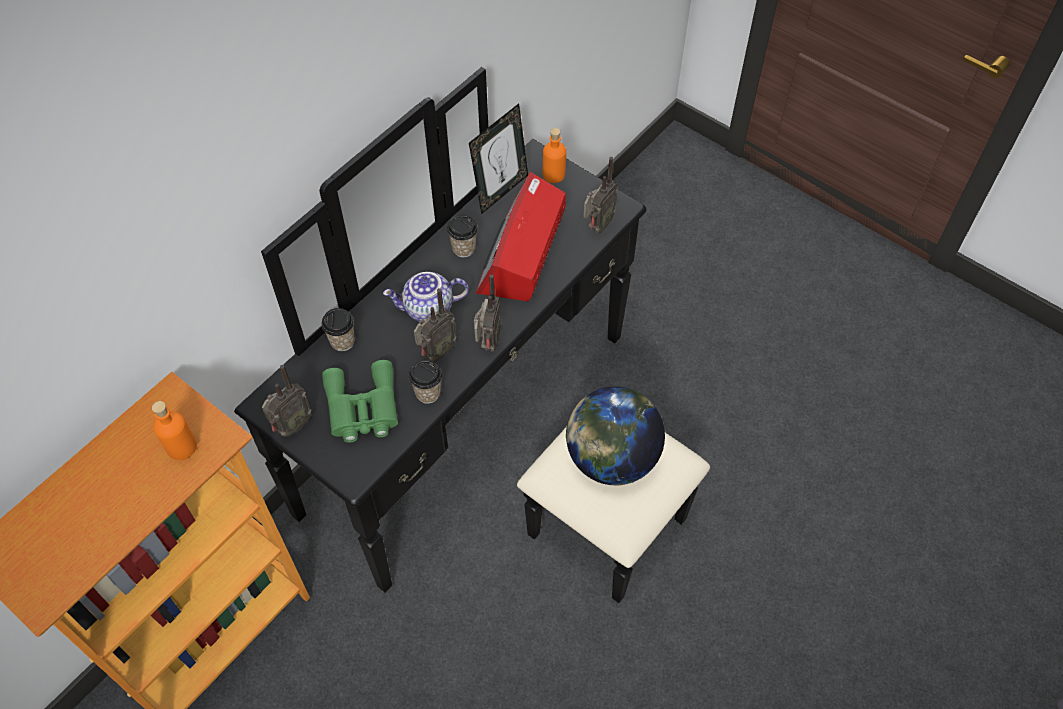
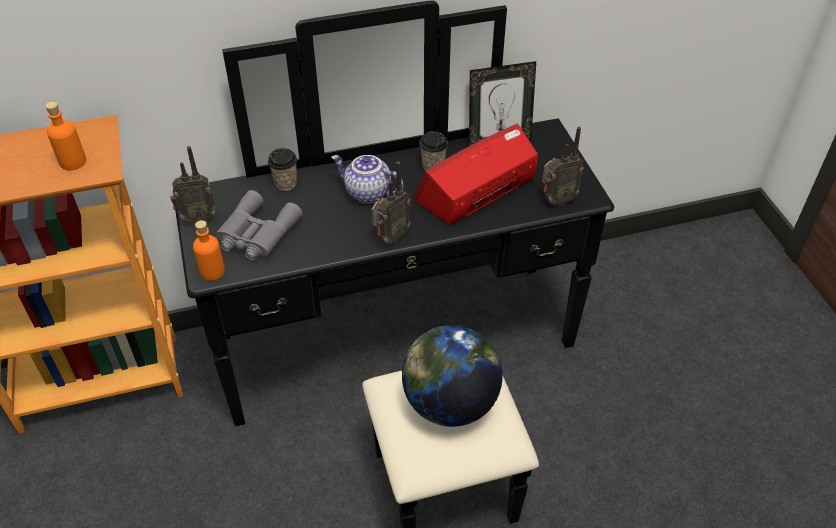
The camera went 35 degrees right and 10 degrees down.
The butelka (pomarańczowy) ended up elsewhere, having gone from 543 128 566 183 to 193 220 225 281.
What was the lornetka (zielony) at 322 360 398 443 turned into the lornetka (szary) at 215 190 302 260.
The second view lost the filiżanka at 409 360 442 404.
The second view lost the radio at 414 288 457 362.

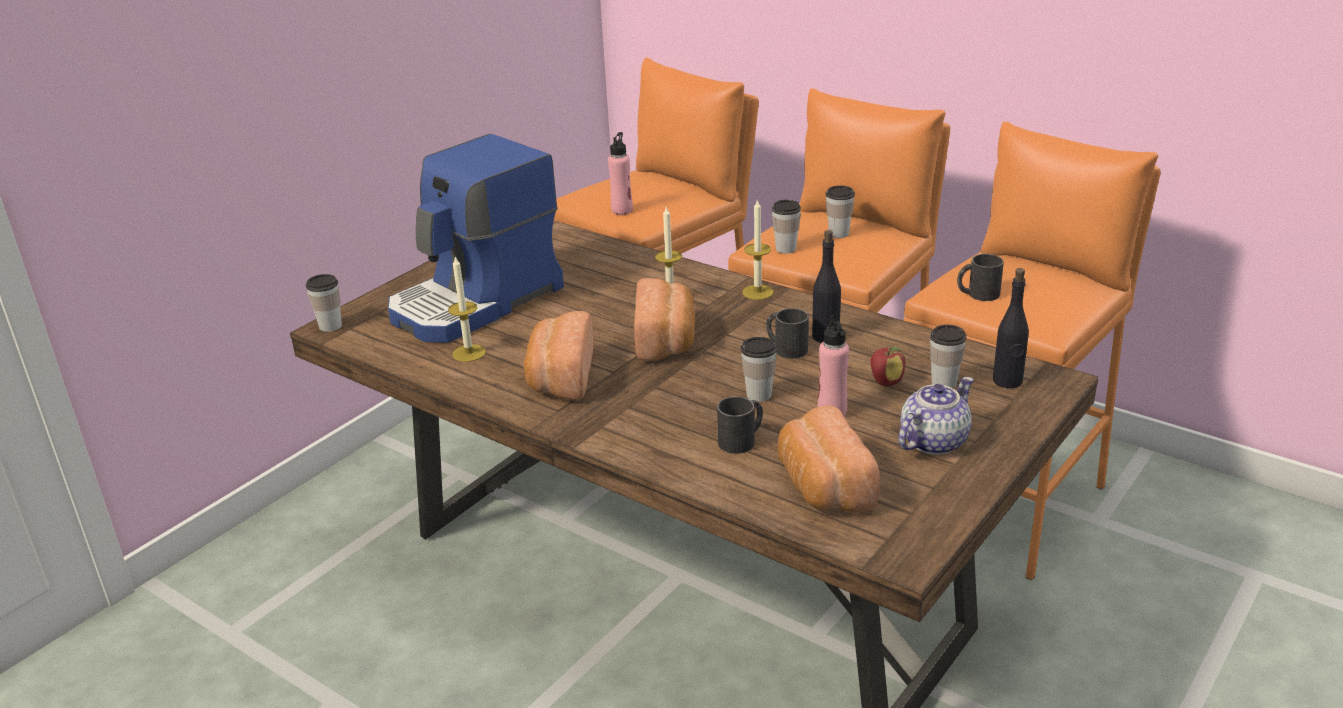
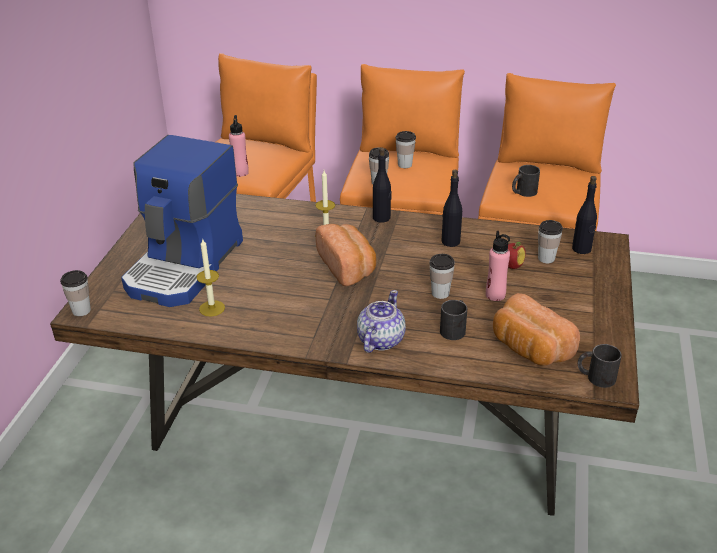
The camera went 25 degrees left and 5 degrees up.
The imbryk ended up elsewhere, having gone from 898 377 974 455 to 357 290 406 353.
Where the świeca stood at 742 199 773 300, the butelka (czarny) came to stand at 373 148 392 223.
The kubek (czarny) ended up elsewhere, having gone from 766 308 809 359 to 578 344 622 388.
The second view lost the chleb at 523 311 594 400.

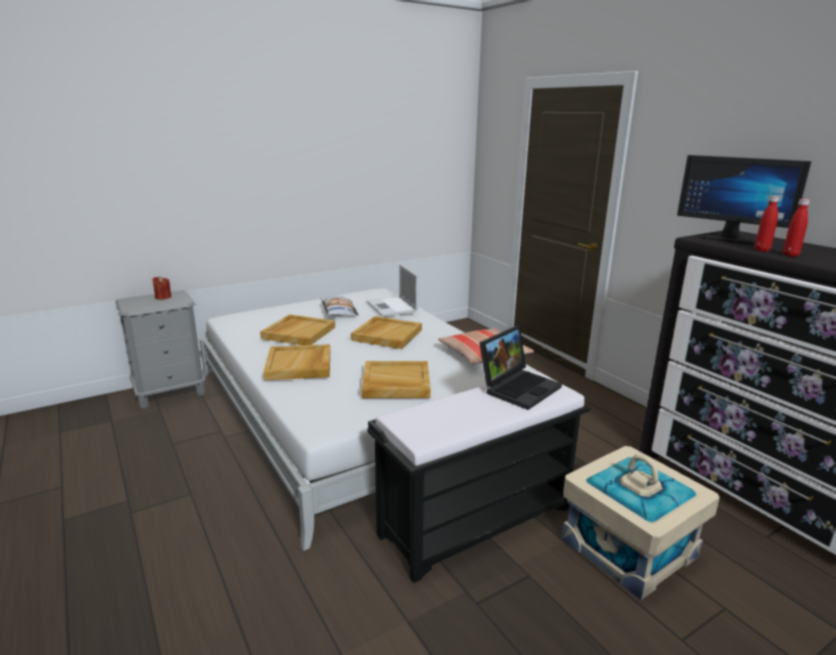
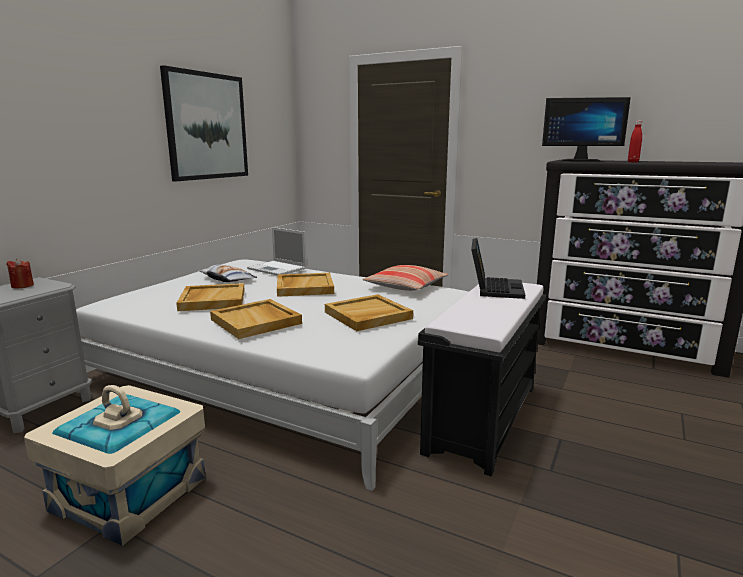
The camera went 30 degrees left and 5 degrees down.
The pojemnik do przechowywania (beżowy) ended up elsewhere, having gone from 562 446 720 600 to 24 385 206 546.
The second view gained the obraz at 160 65 248 181.
The second view lost the butelka (czerwony) at 755 196 780 252.

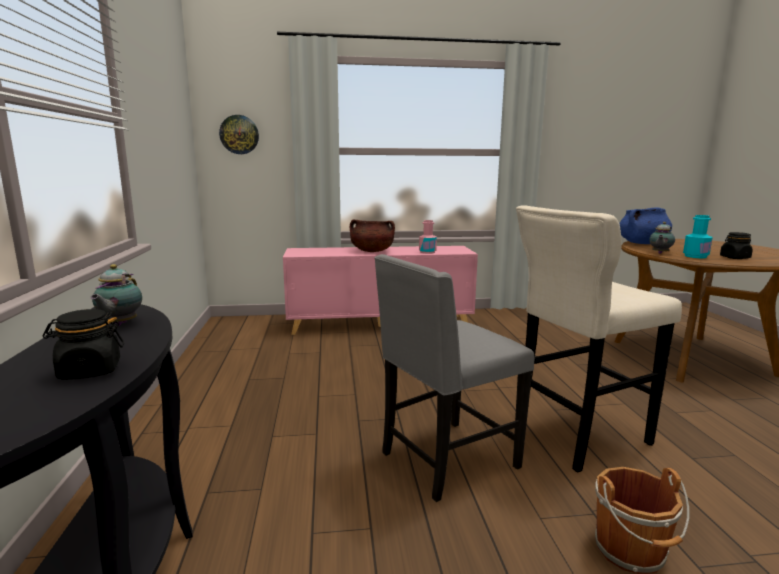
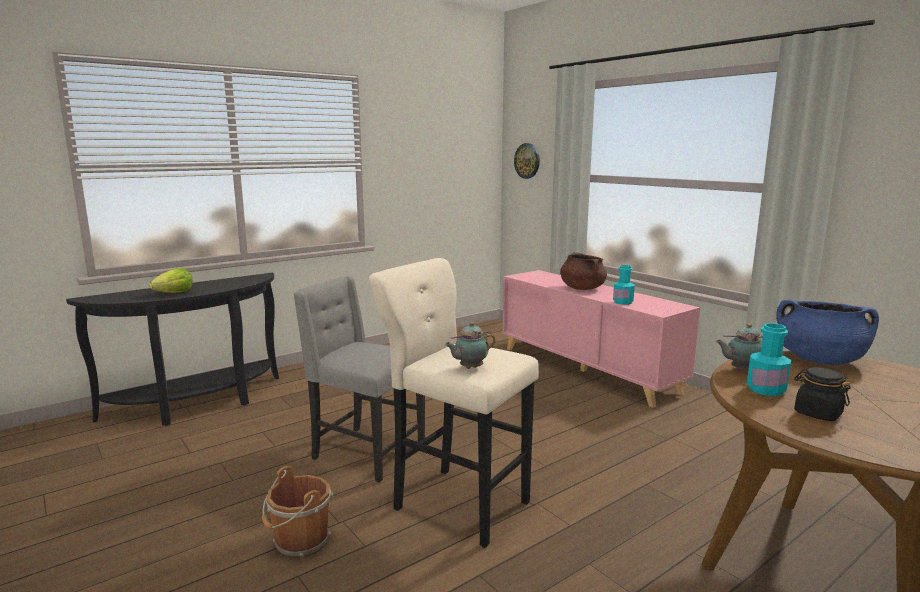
The camera went 60 degrees right and 0 degrees up.
Where the słoik (czarny) stood at 43 309 124 380, the sałata came to stand at 149 268 193 293.
The imbryk ended up elsewhere, having gone from 90 264 142 326 to 445 322 496 369.
What was the butelka (różowy) at 419 220 437 254 turned into the butelka (turkusowy) at 613 265 635 305.

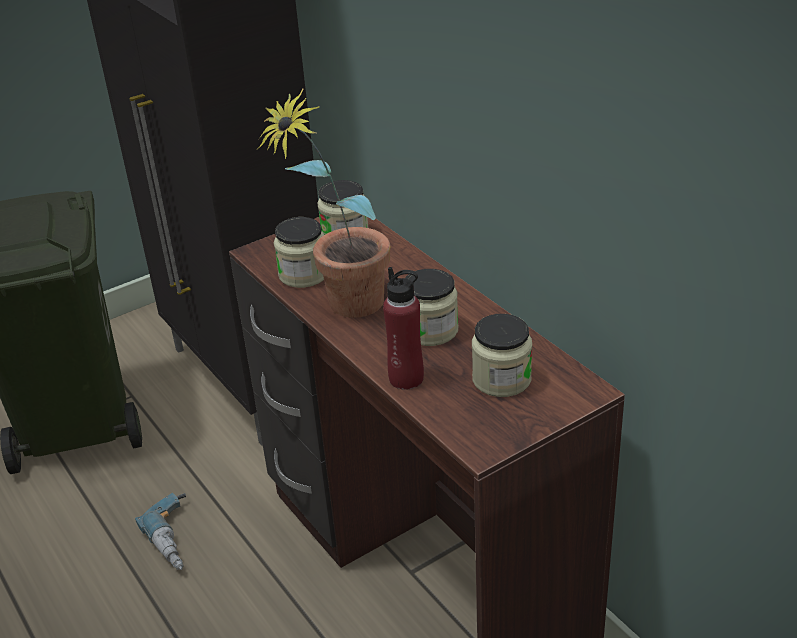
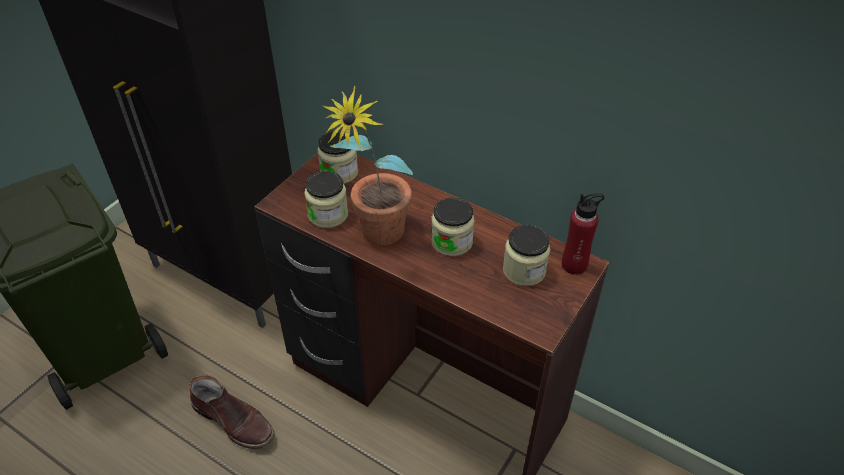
The camera went 25 degrees left and 10 degrees up.
Where the wiertarka stood at 135 493 186 570, the but z cholewką (brązowy) came to stand at 190 375 275 449.
The butelka (czerwony) ended up elsewhere, having gone from 383 267 424 389 to 562 193 604 275.

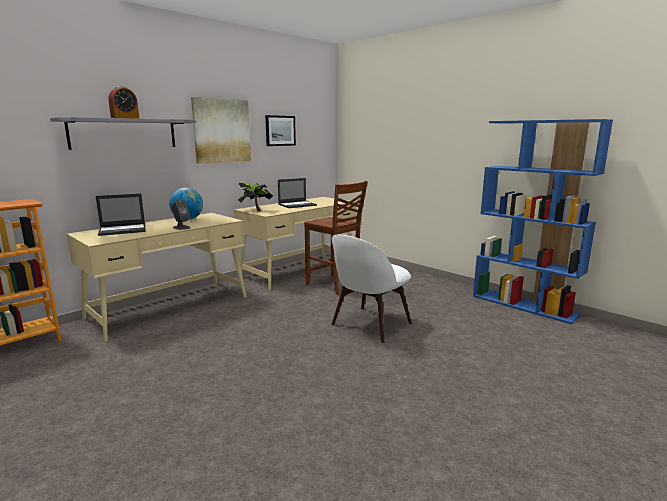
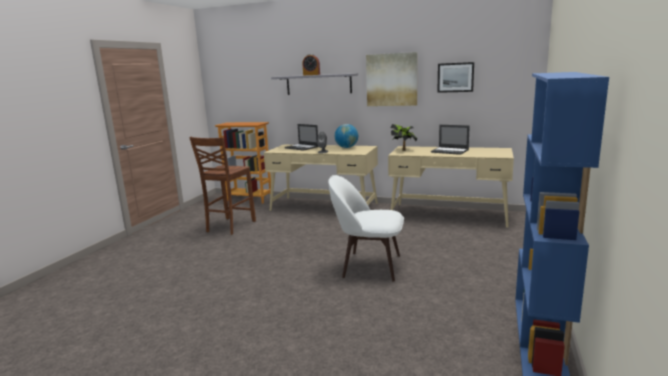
The camera went 65 degrees right and 0 degrees up.
The krzesło (brązowy) ended up elsewhere, having gone from 304 181 368 295 to 189 137 256 235.

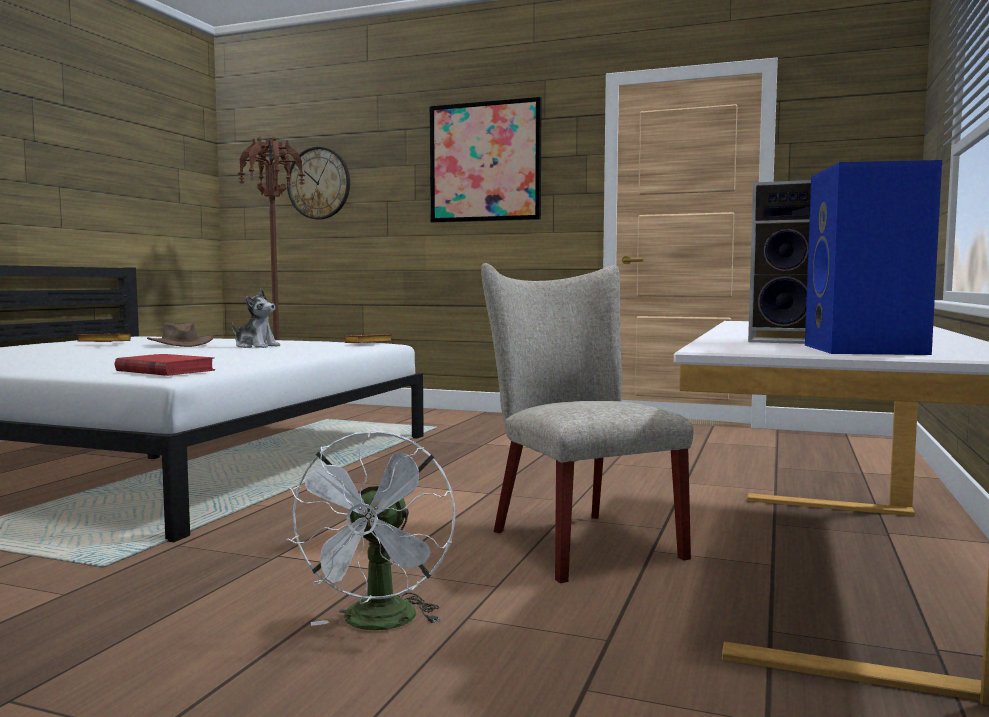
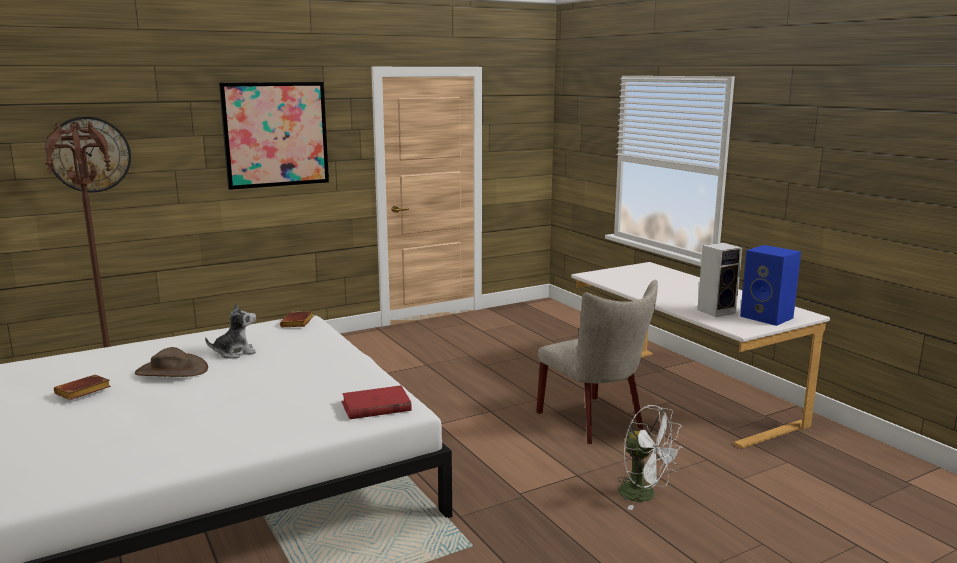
The camera went 50 degrees left and 10 degrees up.
The krzesło (beżowy) at 481 263 694 583 ended up facing another way, 135 degrees counterclockwise from before.

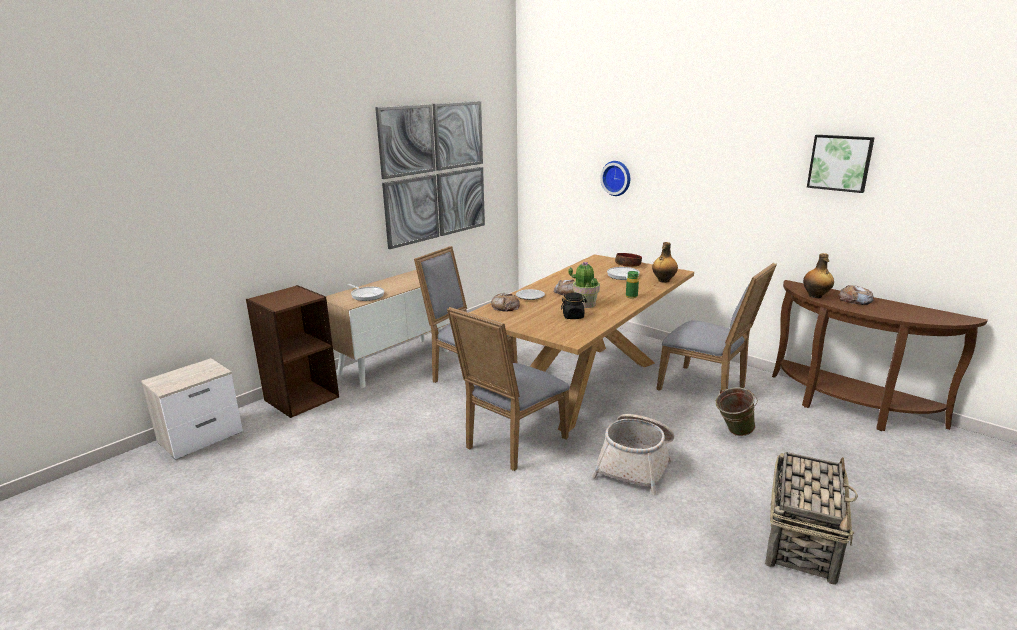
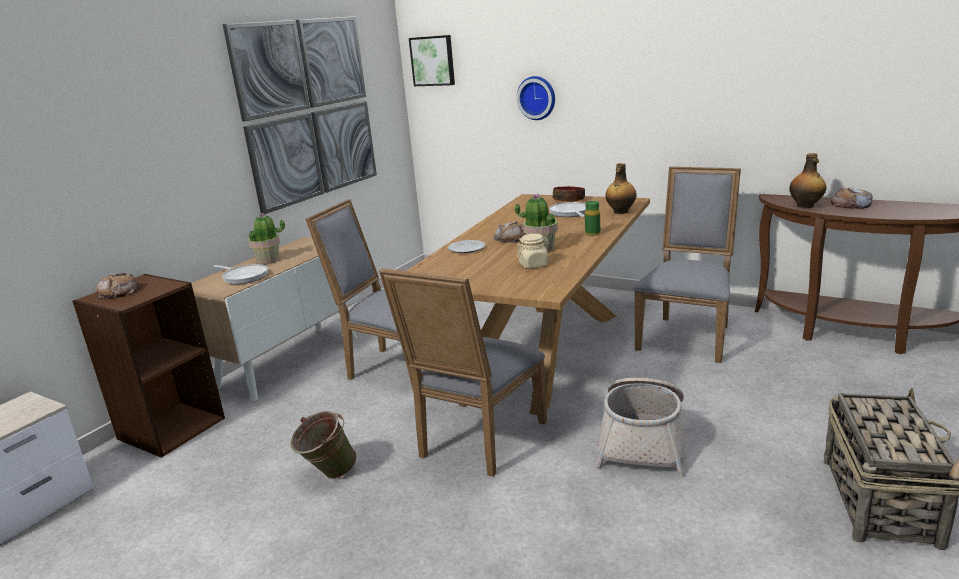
The camera went 10 degrees left and 0 degrees up.
The chleb ended up elsewhere, having gone from 491 293 520 312 to 96 273 140 298.
The second view gained the roślina doniczkowa at 248 213 285 265.
The wiadro (zielony) ended up elsewhere, having gone from 715 388 758 436 to 291 411 357 479.
The obraz ended up elsewhere, having gone from 807 135 875 193 to 409 35 455 86.
What was the słoik (czarny) at 561 293 587 319 turned into the słoik (beżowy) at 517 234 549 268.
The krzesło (szary) at 656 263 777 391 ended up facing another way, 90 degrees counterclockwise from before.

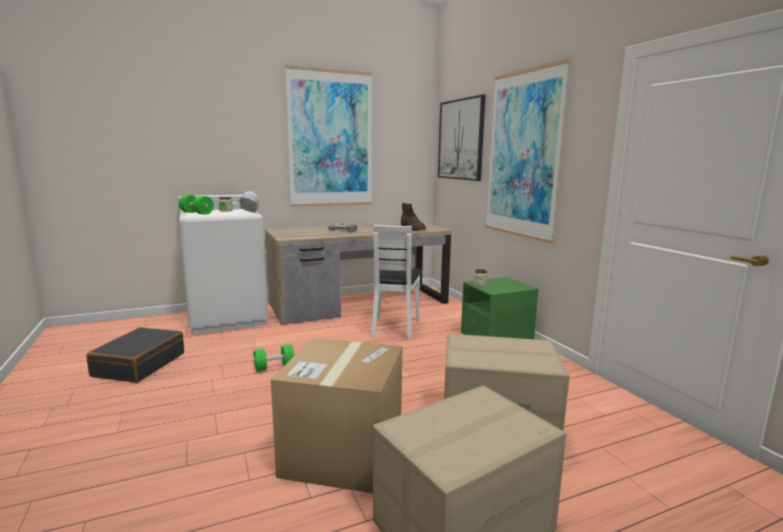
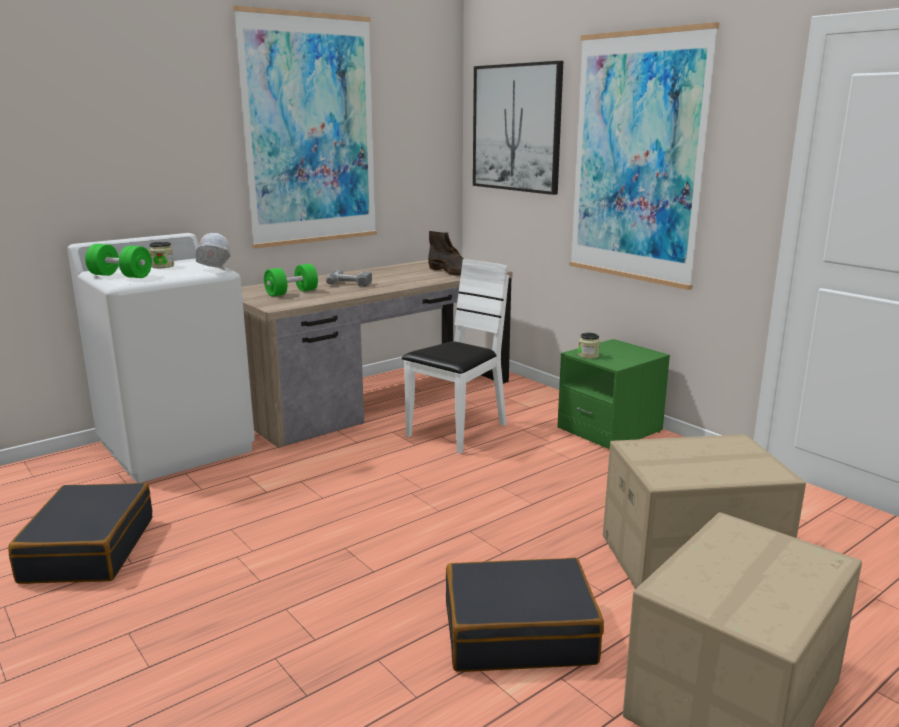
The camera went 15 degrees left and 5 degrees up.
The hantel (zielony) ended up elsewhere, having gone from 253 344 295 372 to 264 264 318 296.
The krzesło (biały) at 371 225 422 340 ended up facing another way, 135 degrees counterclockwise from before.
Where the karton stood at 271 338 403 493, the walizka (czarny) came to stand at 446 558 604 672.

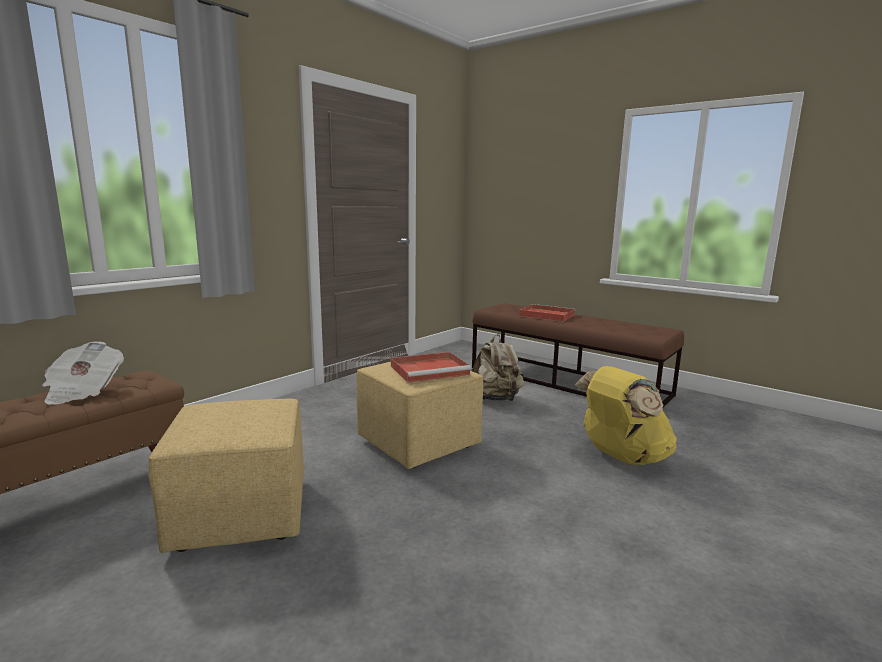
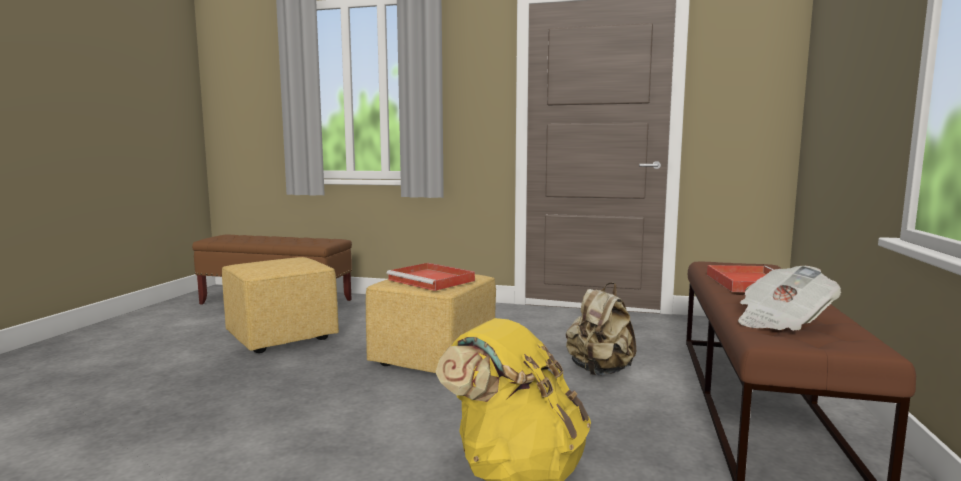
The camera went 65 degrees right and 5 degrees down.
The gazeta ended up elsewhere, having gone from 42 342 124 405 to 738 266 841 331.

